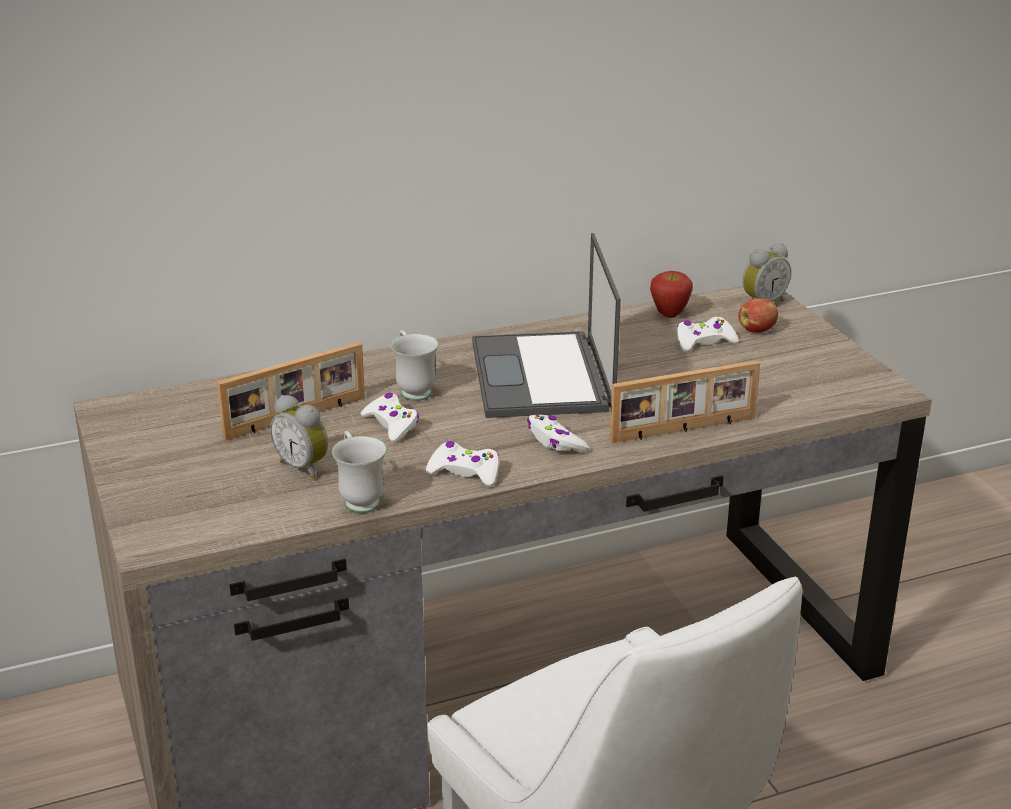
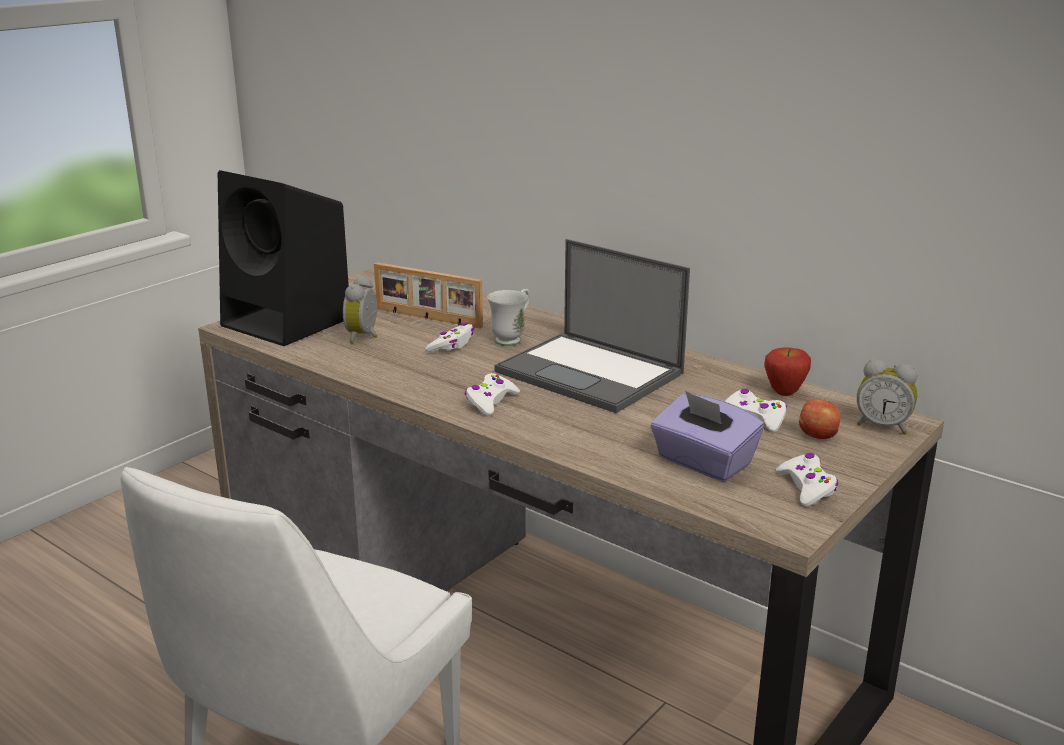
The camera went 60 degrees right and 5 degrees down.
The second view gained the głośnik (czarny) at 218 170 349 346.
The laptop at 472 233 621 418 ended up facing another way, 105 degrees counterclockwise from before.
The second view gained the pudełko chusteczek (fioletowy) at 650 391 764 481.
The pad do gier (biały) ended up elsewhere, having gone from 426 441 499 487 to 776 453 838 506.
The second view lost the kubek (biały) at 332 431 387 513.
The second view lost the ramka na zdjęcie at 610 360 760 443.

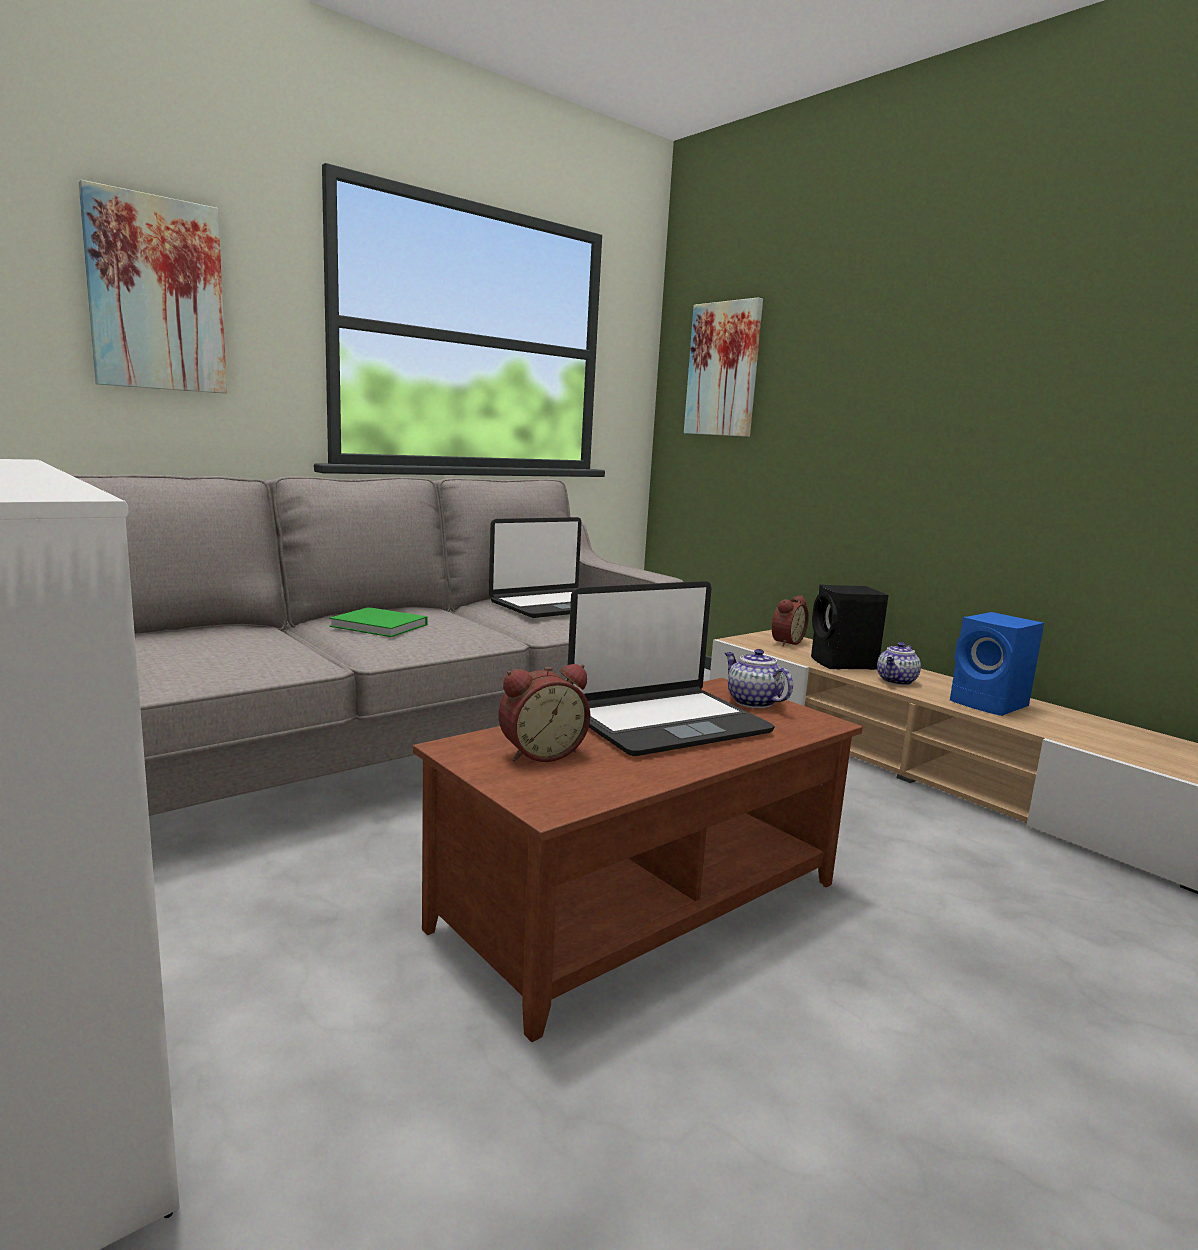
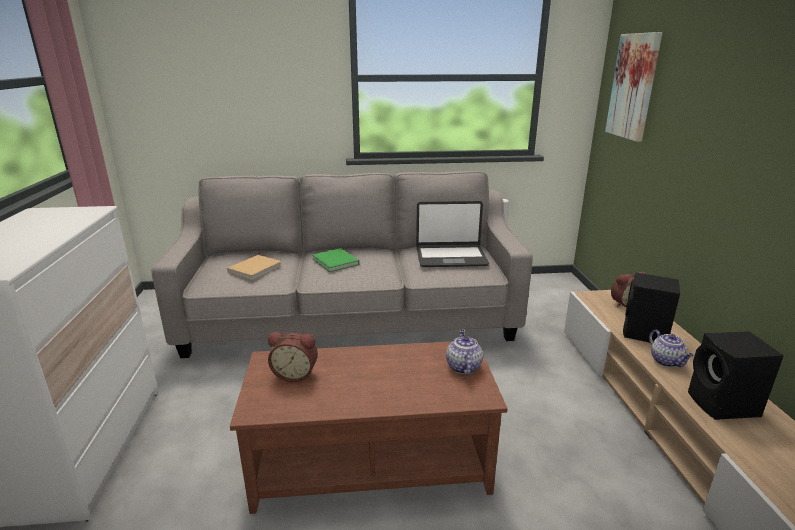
The camera went 35 degrees right and 10 degrees up.
The second view gained the książka (beżowy) at 227 255 282 280.
The imbryk at 877 642 921 685 ended up facing another way, 90 degrees counterclockwise from before.
What was the głośnik (niebieski) at 950 612 1044 716 turned into the głośnik (czarny) at 688 331 784 420.
The second view lost the obraz at 79 180 227 393.
The second view lost the laptop at 567 581 775 756.

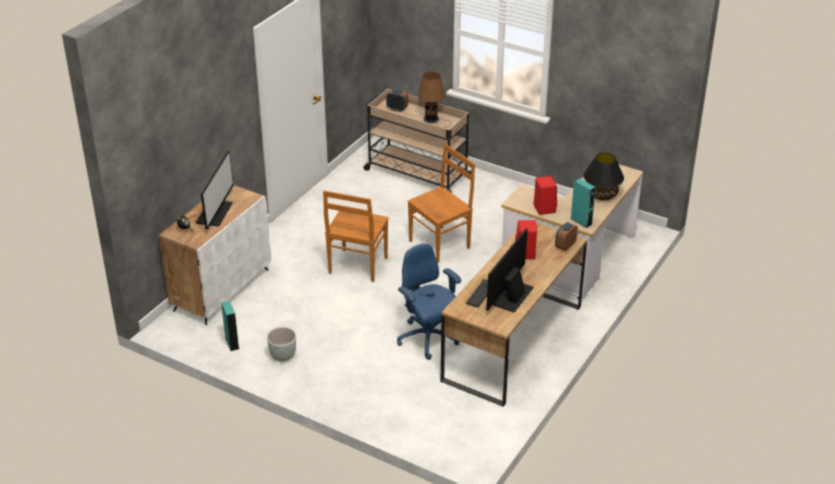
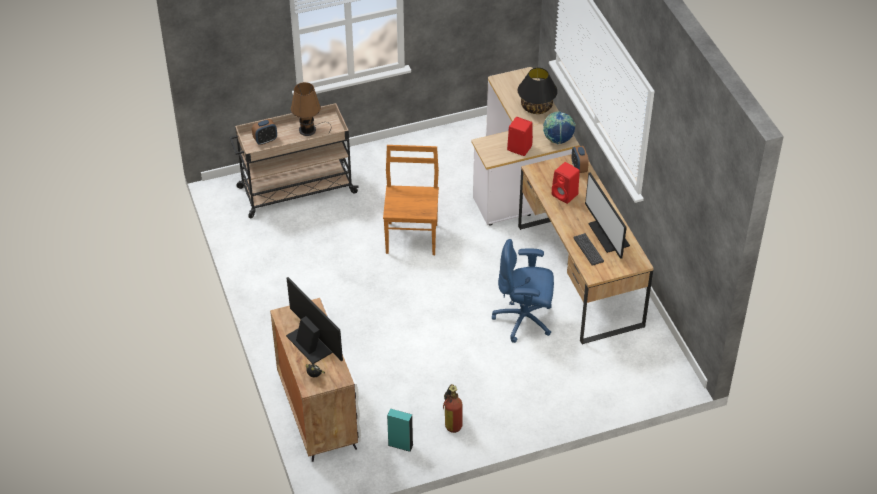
The camera went 50 degrees left and 10 degrees up.
Where the donica (szary) stood at 267 327 296 361, the gaśnica came to stand at 443 384 463 433.
Where the głośnik (turkusowy) stood at 571 178 596 228, the globus came to stand at 543 111 576 144.
The second view lost the krzesło (brązowy) at 323 190 389 282.

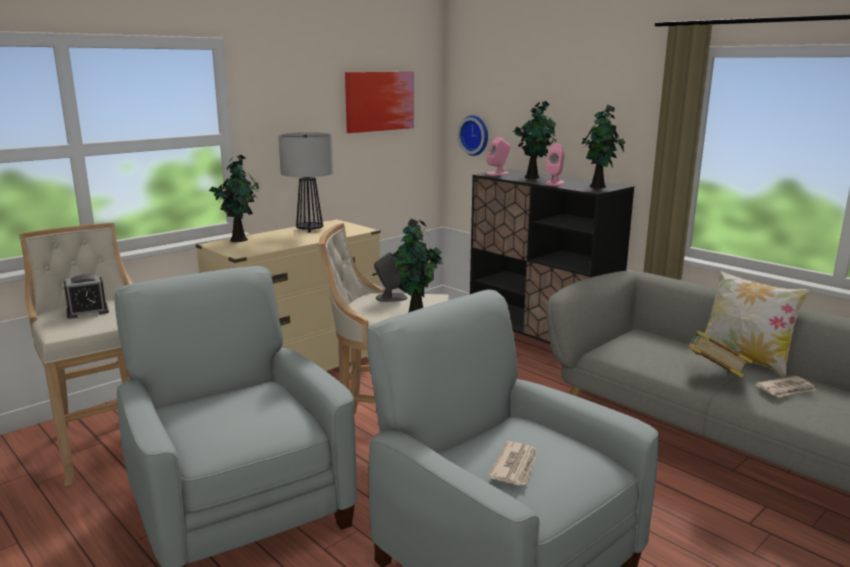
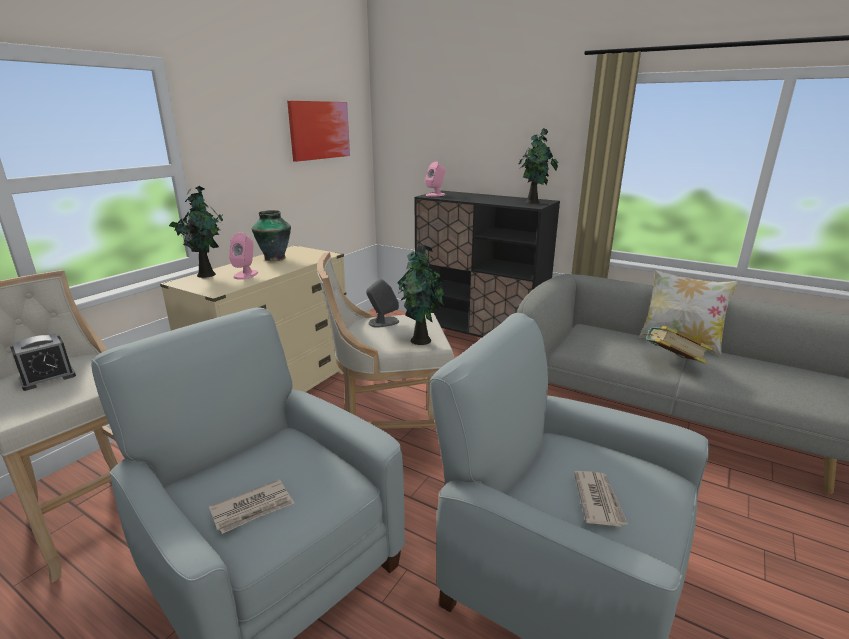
The camera went 15 degrees left and 5 degrees up.
The gazeta ended up elsewhere, having gone from 755 376 817 397 to 209 479 294 534.
The głośnik (różowy) ended up elsewhere, having gone from 545 144 564 186 to 229 232 258 280.
Where the lampa stołowa stood at 278 132 333 233, the wazon came to stand at 252 210 291 261.
The second view lost the zegar ścienny at 457 115 488 156.
The second view lost the roślina doniczkowa at 513 101 557 179.

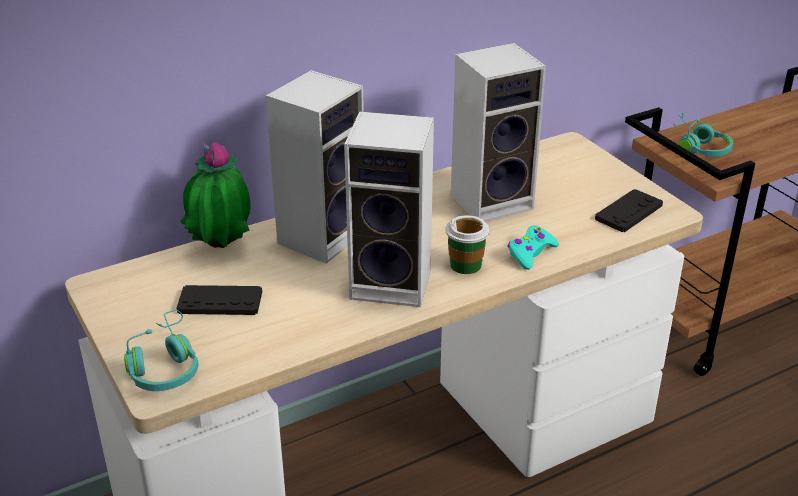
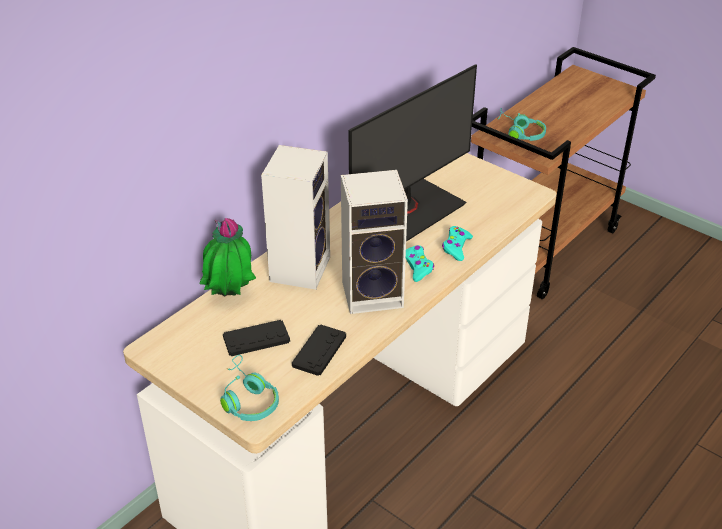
The camera went 20 degrees left and 5 degrees up.
The pad do gier (czarny) ended up elsewhere, having gone from 595 189 663 232 to 292 324 346 376.
Where the głośnik stood at 451 43 546 222, the monitor came to stand at 349 64 477 242.
Where the filiżanka stood at 446 215 490 274, the pad do gier (turkusowy) came to stand at 406 245 434 282.

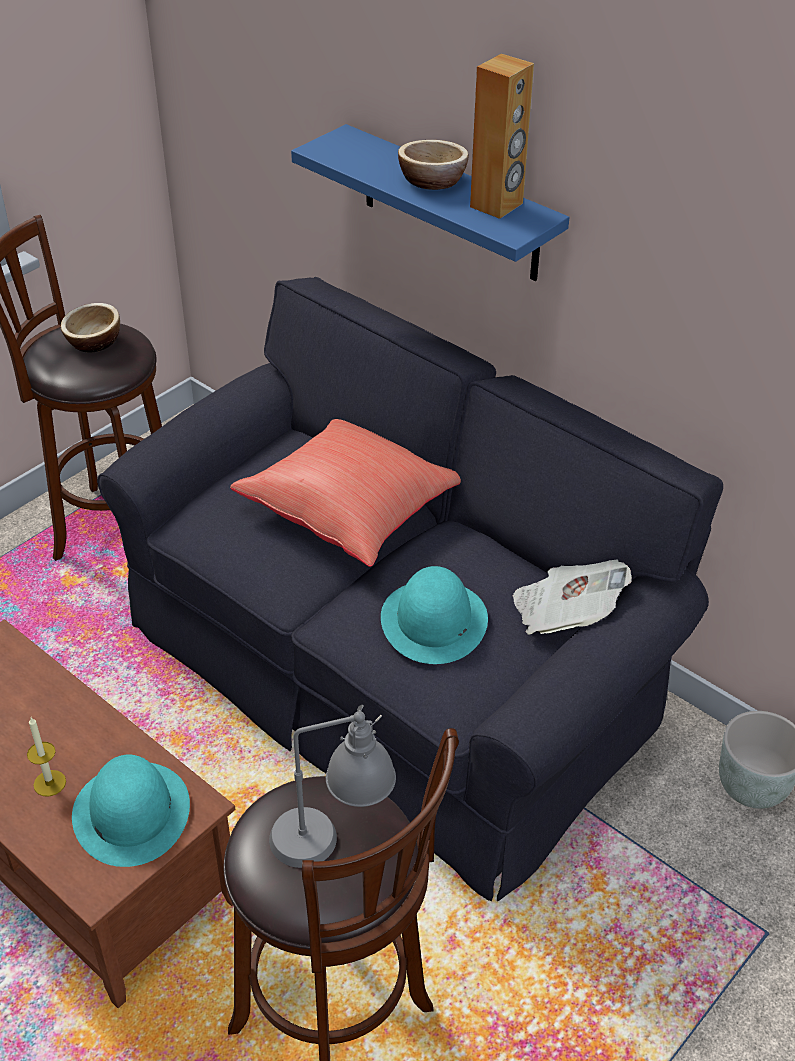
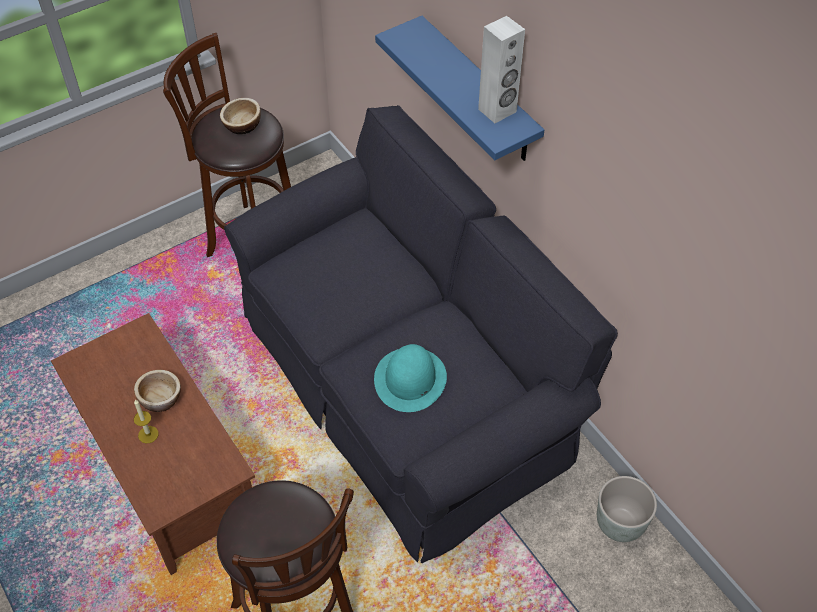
The camera went 15 degrees right and 10 degrees up.
The miska ended up elsewhere, having gone from 398 140 469 190 to 134 370 181 412.
What was the głośnik (brązowy) at 470 54 534 219 turned into the głośnik (biały) at 478 16 525 123.
The second view lost the kapelusz (turkusowy) at 72 754 190 867.
The second view lost the poduszka (czerwony) at 230 419 461 567.
The second view lost the lampa stołowa (szary) at 269 705 396 868.
The second view lost the gazeta at 513 560 632 635.

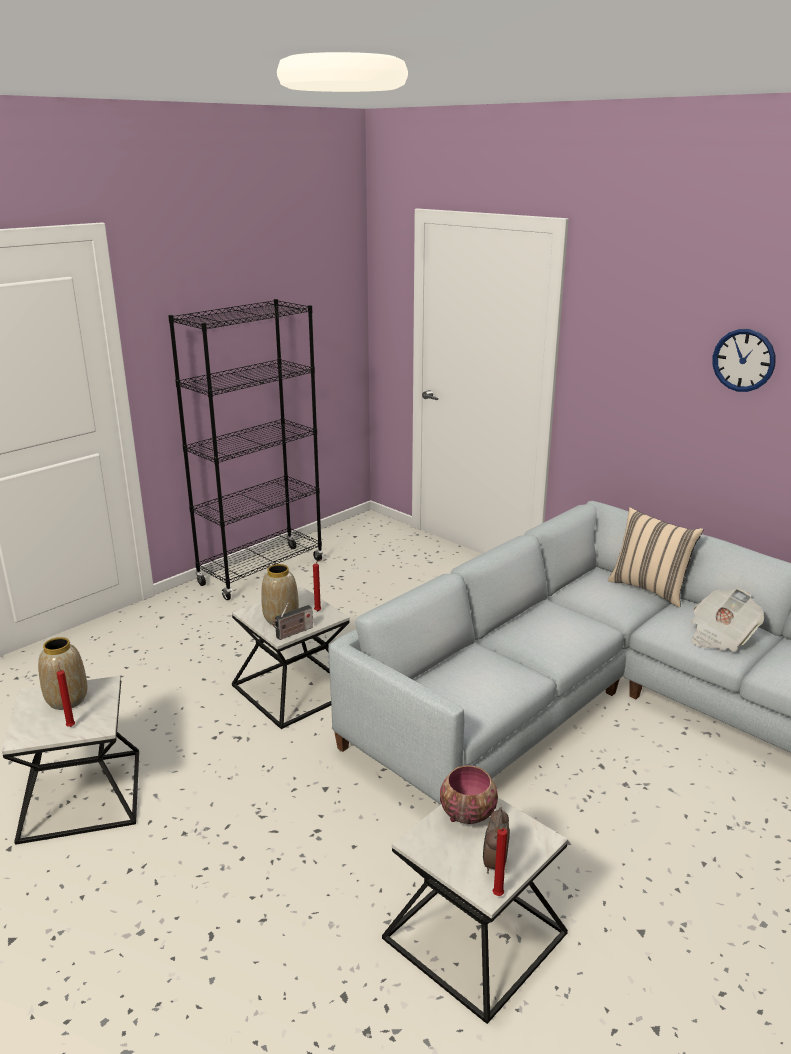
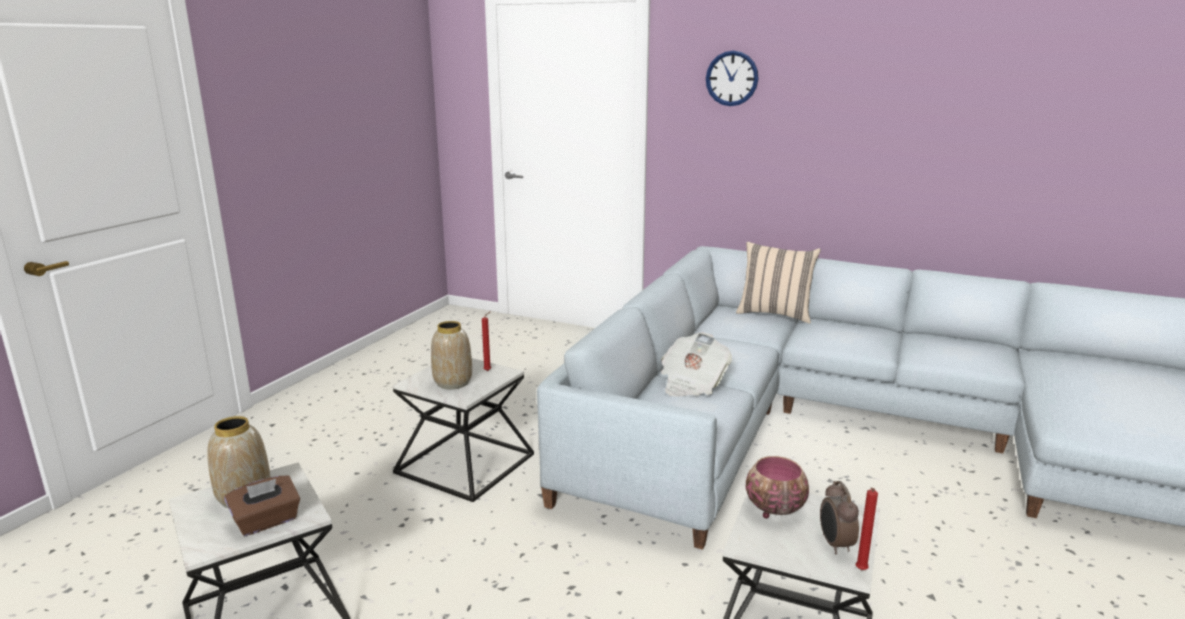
The camera went 20 degrees left and 5 degrees down.
Where the świeca (czerwony) stood at 57 662 75 727, the pudełko chusteczek (brązowy) came to stand at 224 475 300 536.
The gazeta ended up elsewhere, having gone from 691 589 764 651 to 661 332 732 397.
The zegar ścienny ended up elsewhere, having gone from 713 329 776 392 to 706 51 758 106.
The second view lost the regał (czarny) at 168 299 323 600.
The second view lost the radio at 272 603 313 640.

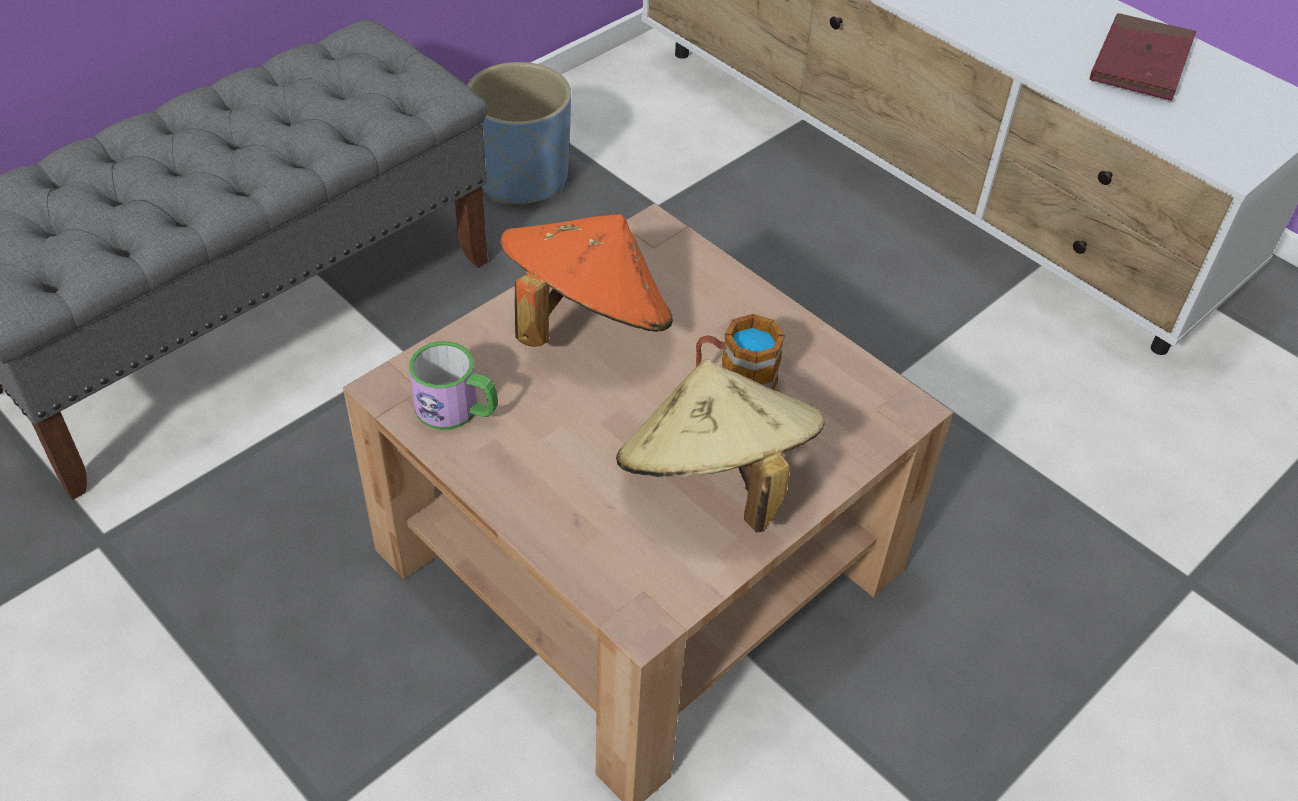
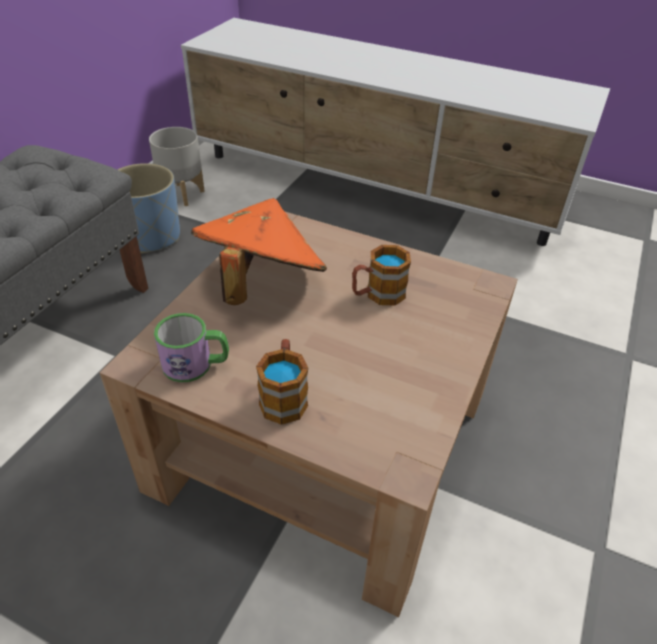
The camera went 20 degrees left and 5 degrees down.
The second view gained the donica (szary) at 149 127 205 206.
The second view gained the kubek at 256 339 308 425.
The second view lost the kapelusz (beżowy) at 616 359 825 532.
The second view lost the książka (czerwony) at 1090 13 1196 101.

